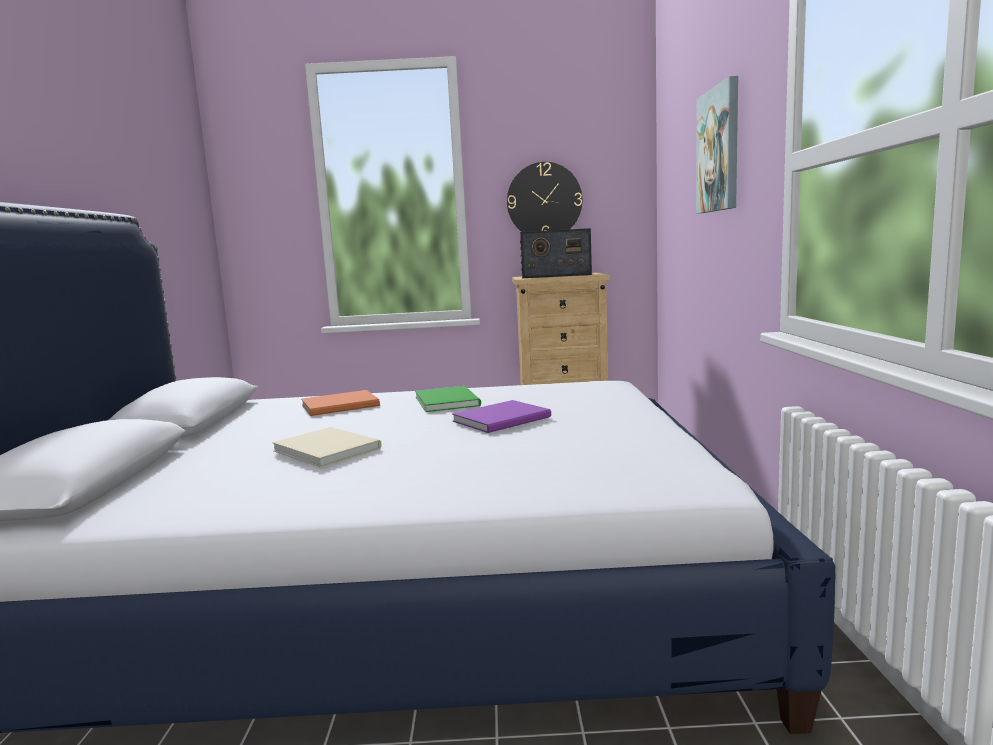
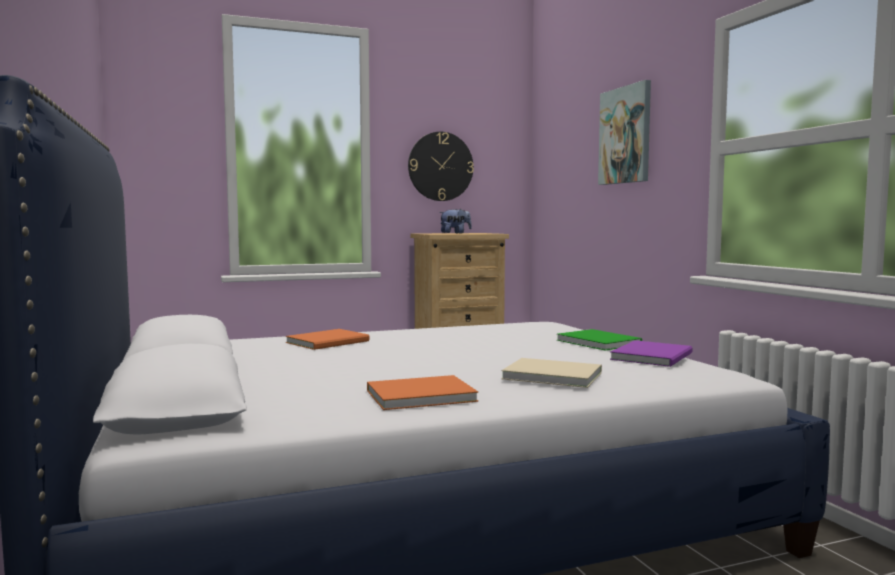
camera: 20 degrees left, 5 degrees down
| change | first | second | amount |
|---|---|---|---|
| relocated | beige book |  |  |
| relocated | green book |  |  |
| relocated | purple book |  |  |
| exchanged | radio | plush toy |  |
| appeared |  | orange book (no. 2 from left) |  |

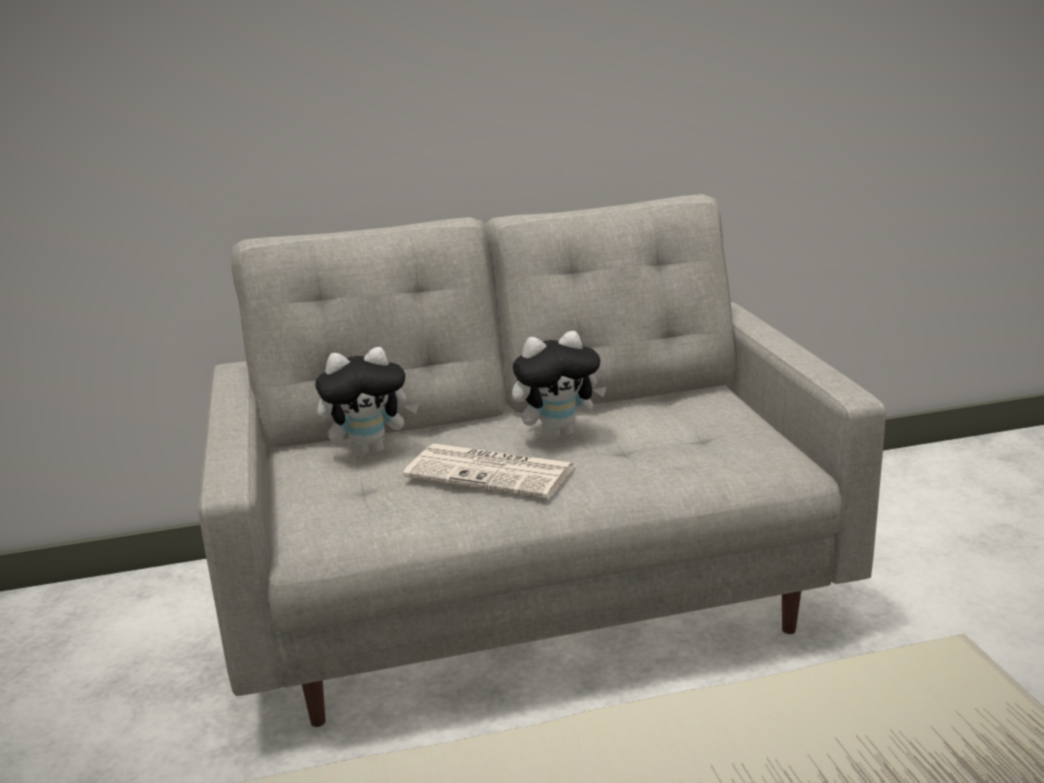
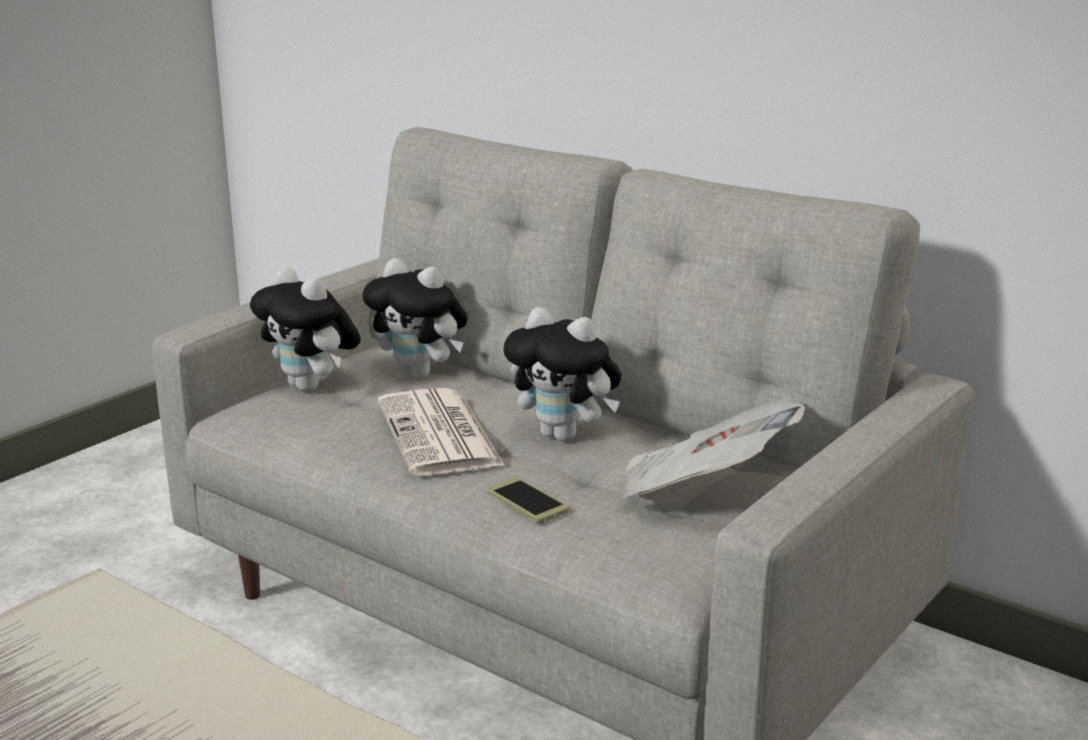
camera: 50 degrees right, 0 degrees up
| change | first | second | amount |
|---|---|---|---|
| appeared |  | plush toy (no. 1 from left) |  |
| appeared |  | phone |  |
| appeared |  | newspaper (no. 2 from left) |  |

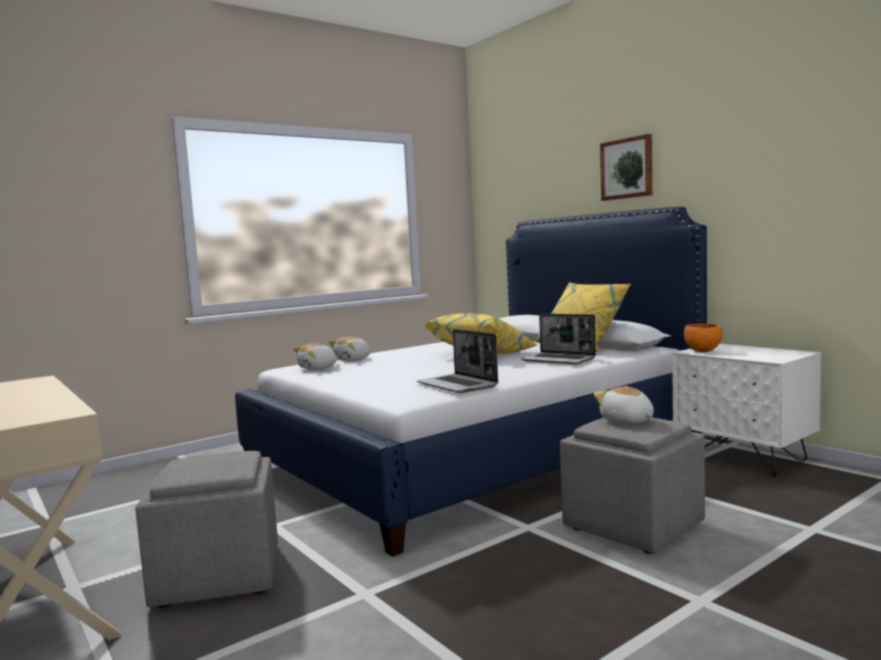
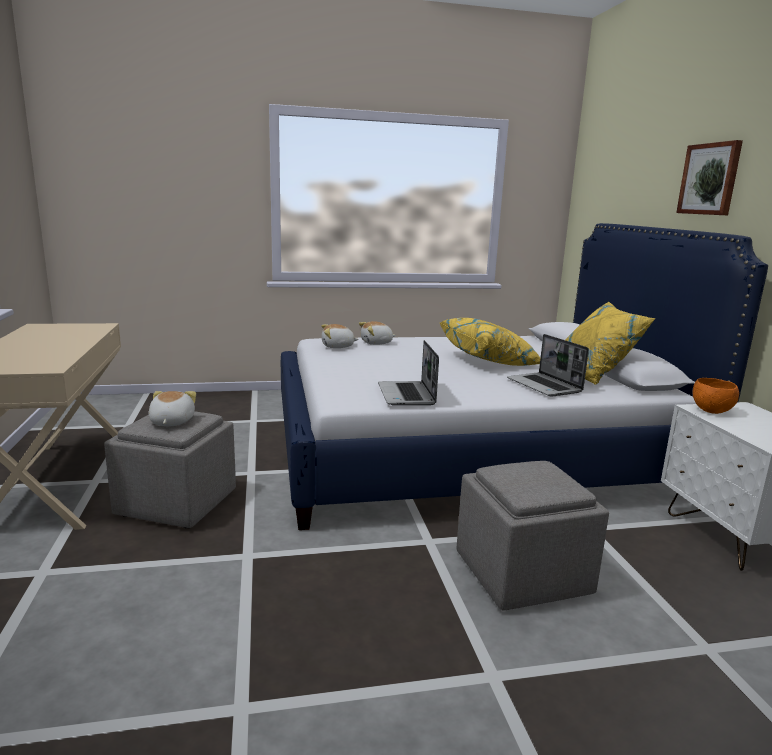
camera: 25 degrees right, 10 degrees up
| change | first | second | amount |
|---|---|---|---|
| relocated | plush toy (no. 3 from left in the first image) | plush toy (no. 1 from left) |  |

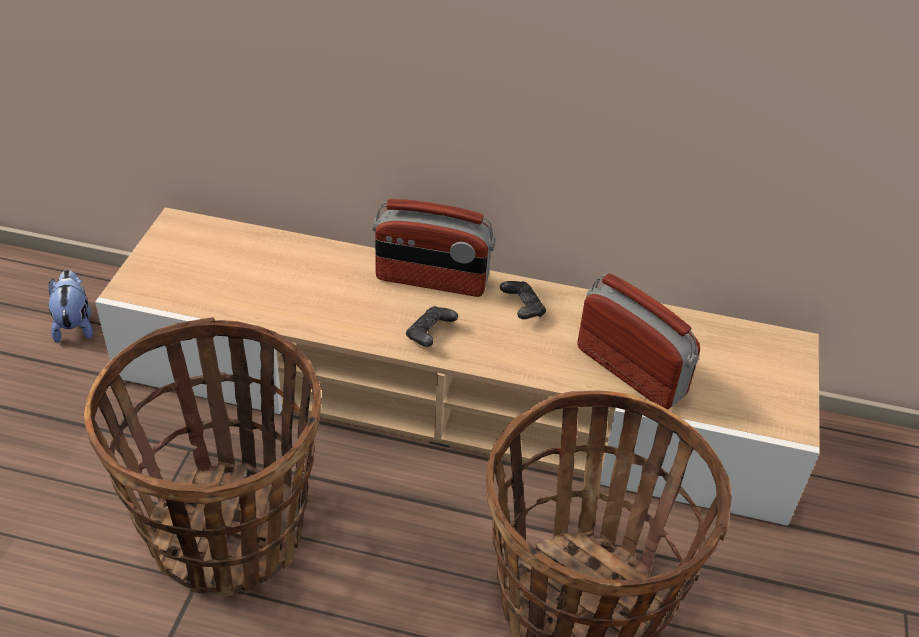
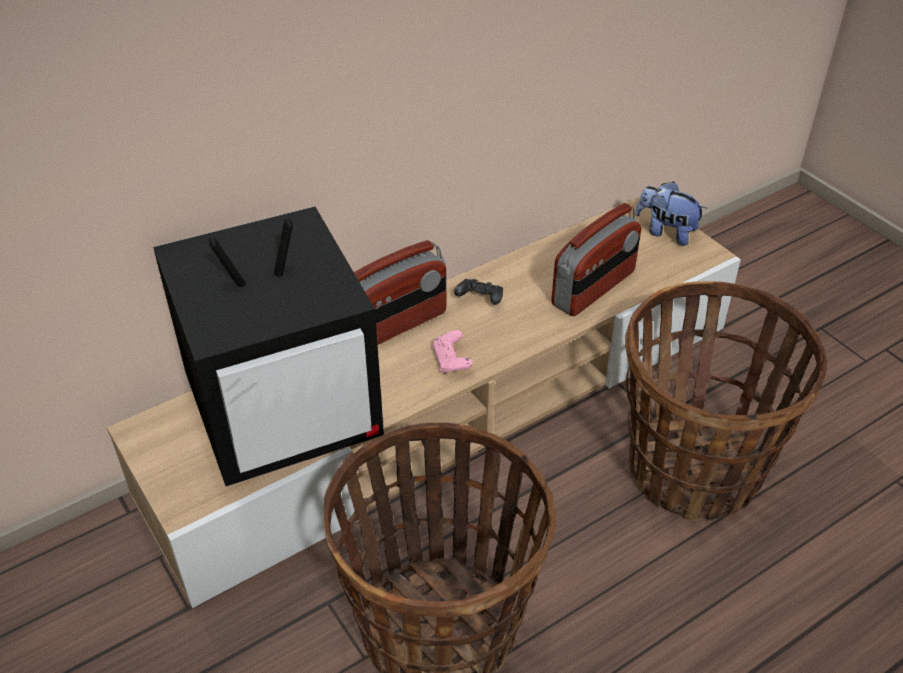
camera: 45 degrees left, 0 degrees up
| change | first | second | amount |
|---|---|---|---|
| relocated | plush toy |  |  |
| colour | black game controller (no. 1 from left) | pink game controller |  |
| spun | radio (no. 2 from left) |  | 135 degrees clockwise |
| appeared |  | television |  |

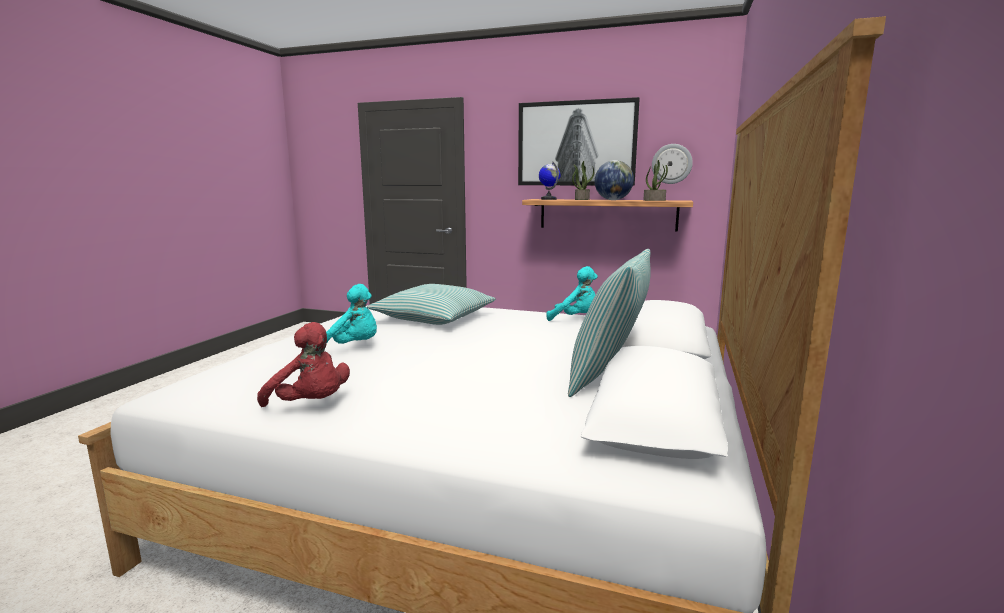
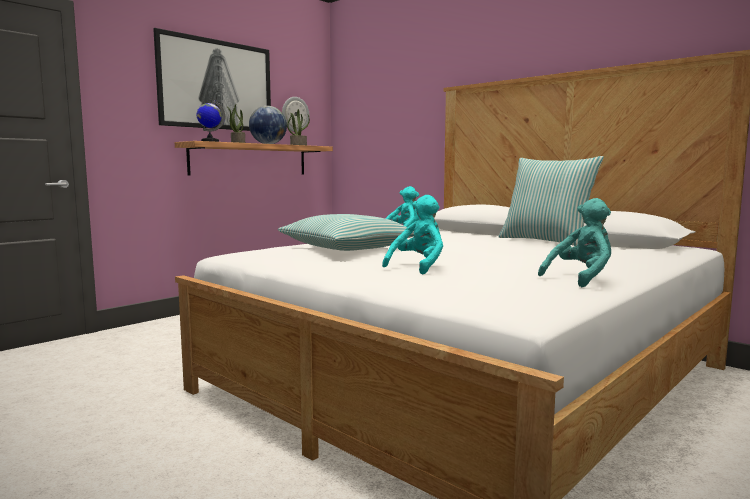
camera: 65 degrees left, 5 degrees down
| change | first | second | amount |
|---|---|---|---|
| colour | red plush toy | turquoise plush toy (no. 3 from left) |  |

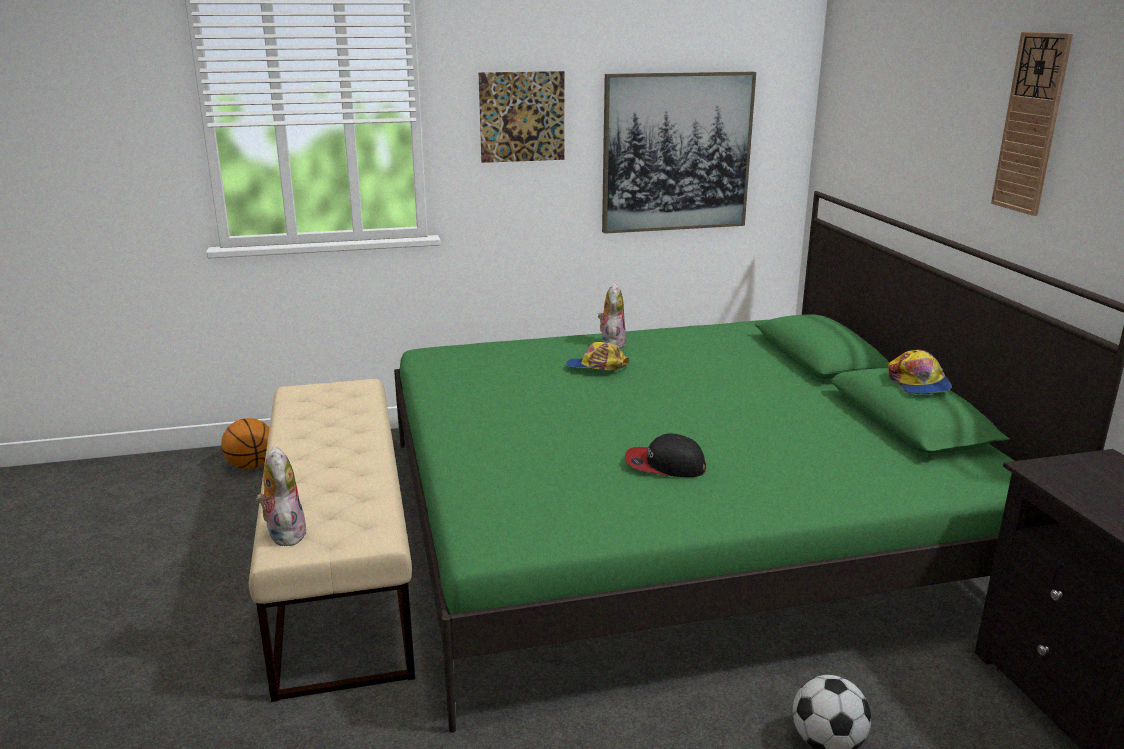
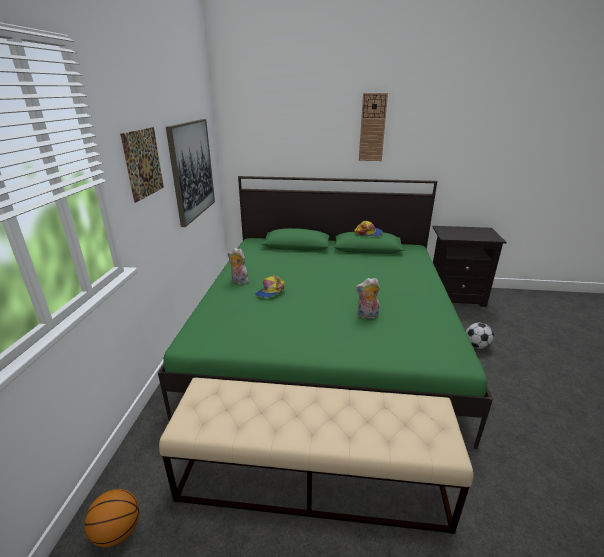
camera: 70 degrees left, 5 degrees up
| change | first | second | amount |
|---|---|---|---|
| relocated | plush toy (no. 1 from left in the first image) | plush toy (no. 2 from left) |  |
| missing | cap (no. 2 from left) |  |  |

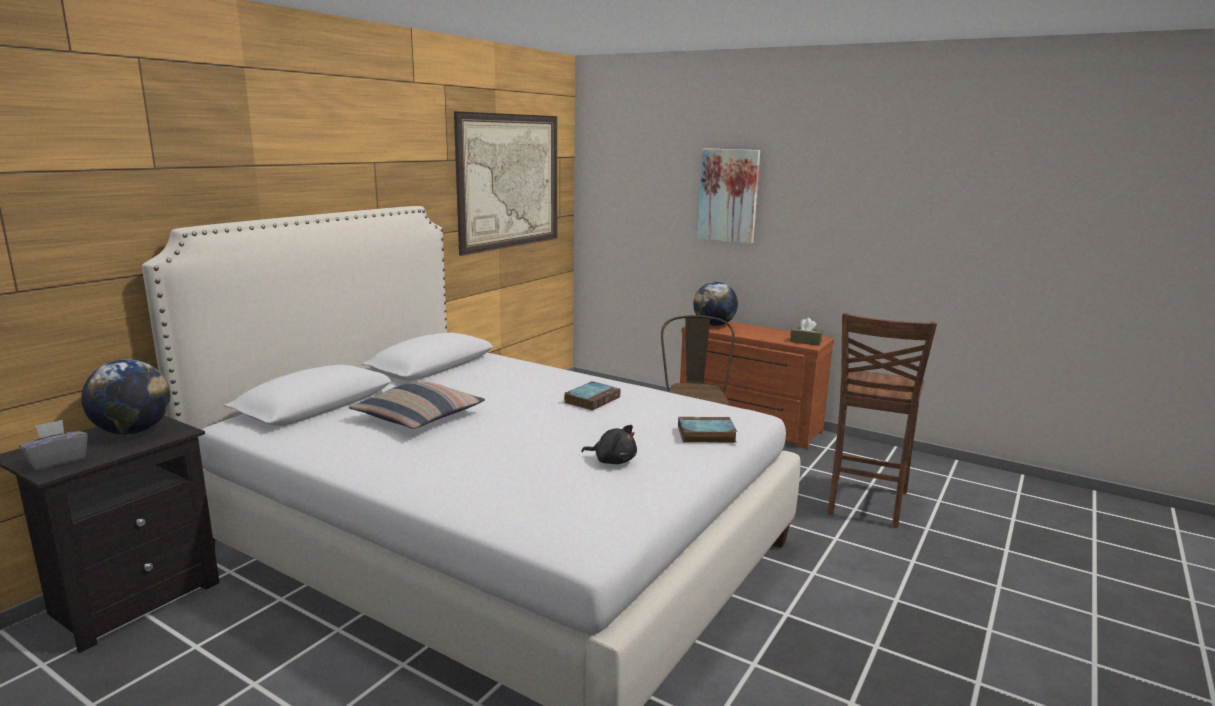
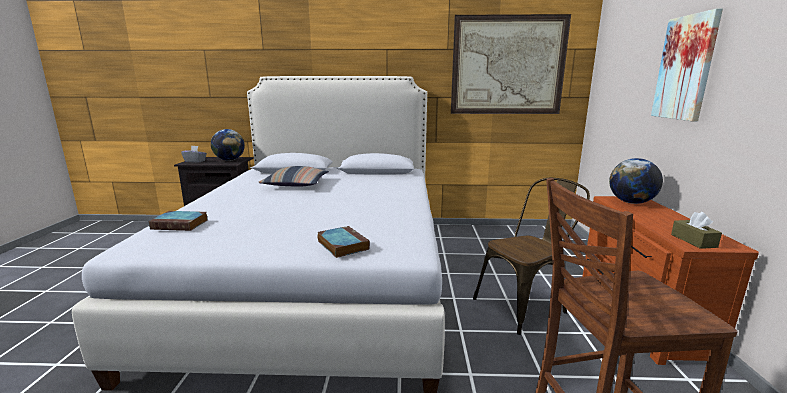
camera: 60 degrees right, 0 degrees up
| change | first | second | amount |
|---|---|---|---|
| relocated | book (no. 1 from left) |  |  |
| missing | black plush toy |  |  |

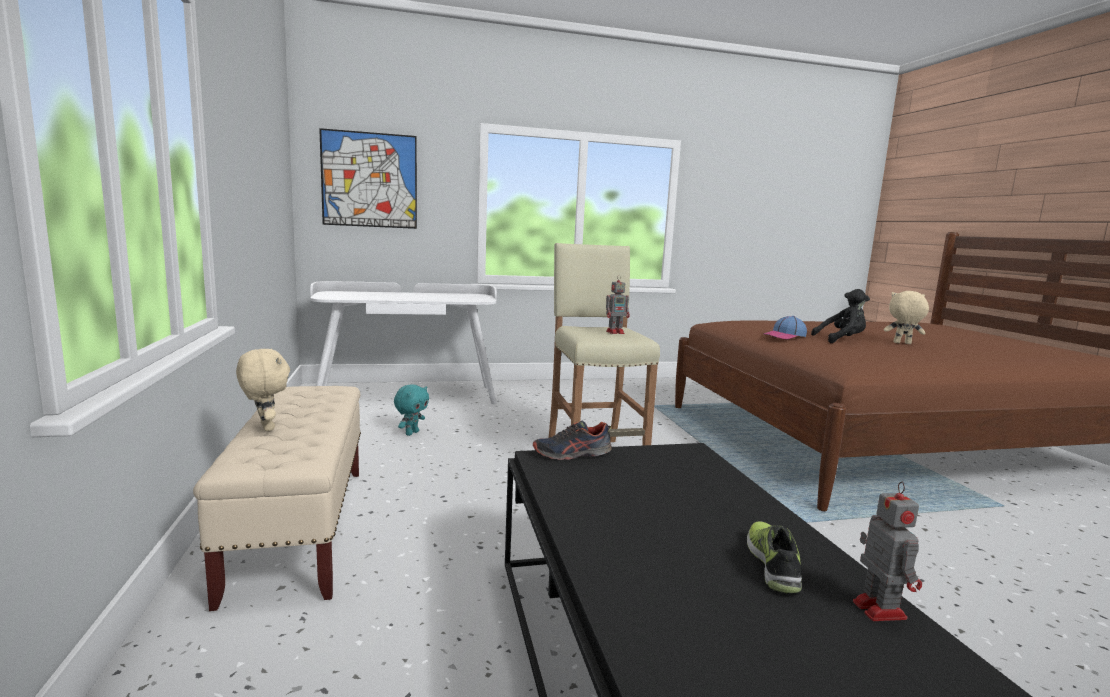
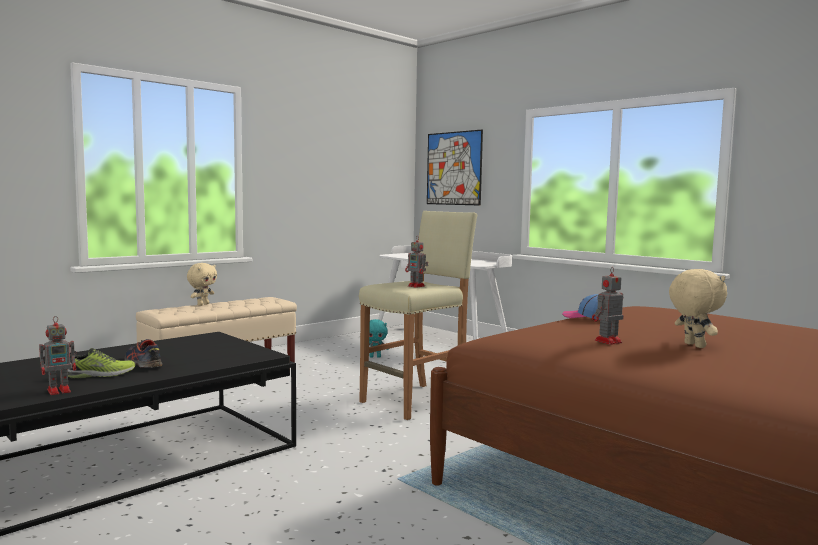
camera: 60 degrees right, 5 degrees down
| change | first | second | amount |
|---|---|---|---|
| relocated | shoe (no. 1 from left in the first image) | shoe (no. 2 from left) |  |
| missing | black plush toy |  |  |
| appeared |  | toy robot (no. 3 from left) |  |

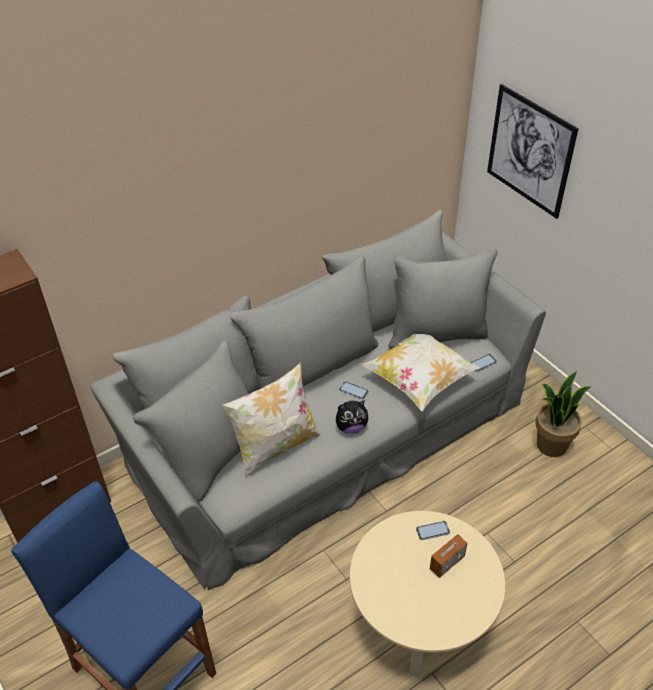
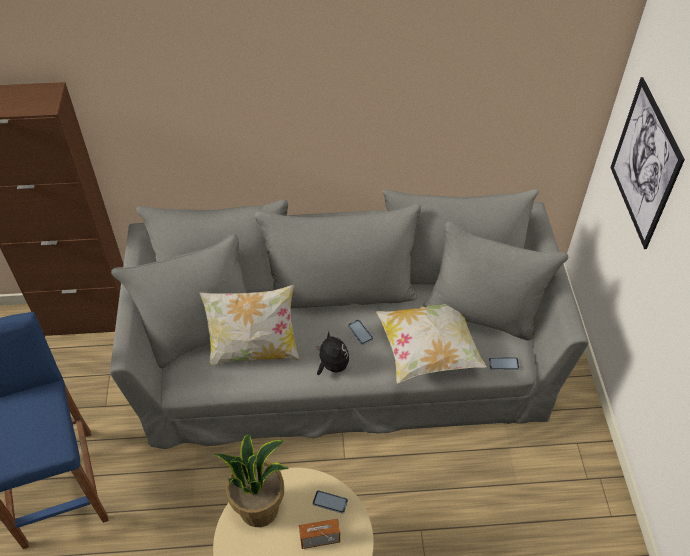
camera: 30 degrees right, 5 degrees up
| change | first | second | amount |
|---|---|---|---|
| spun | plush toy |  | 135 degrees counterclockwise |
| relocated | potted plant |  |  |

